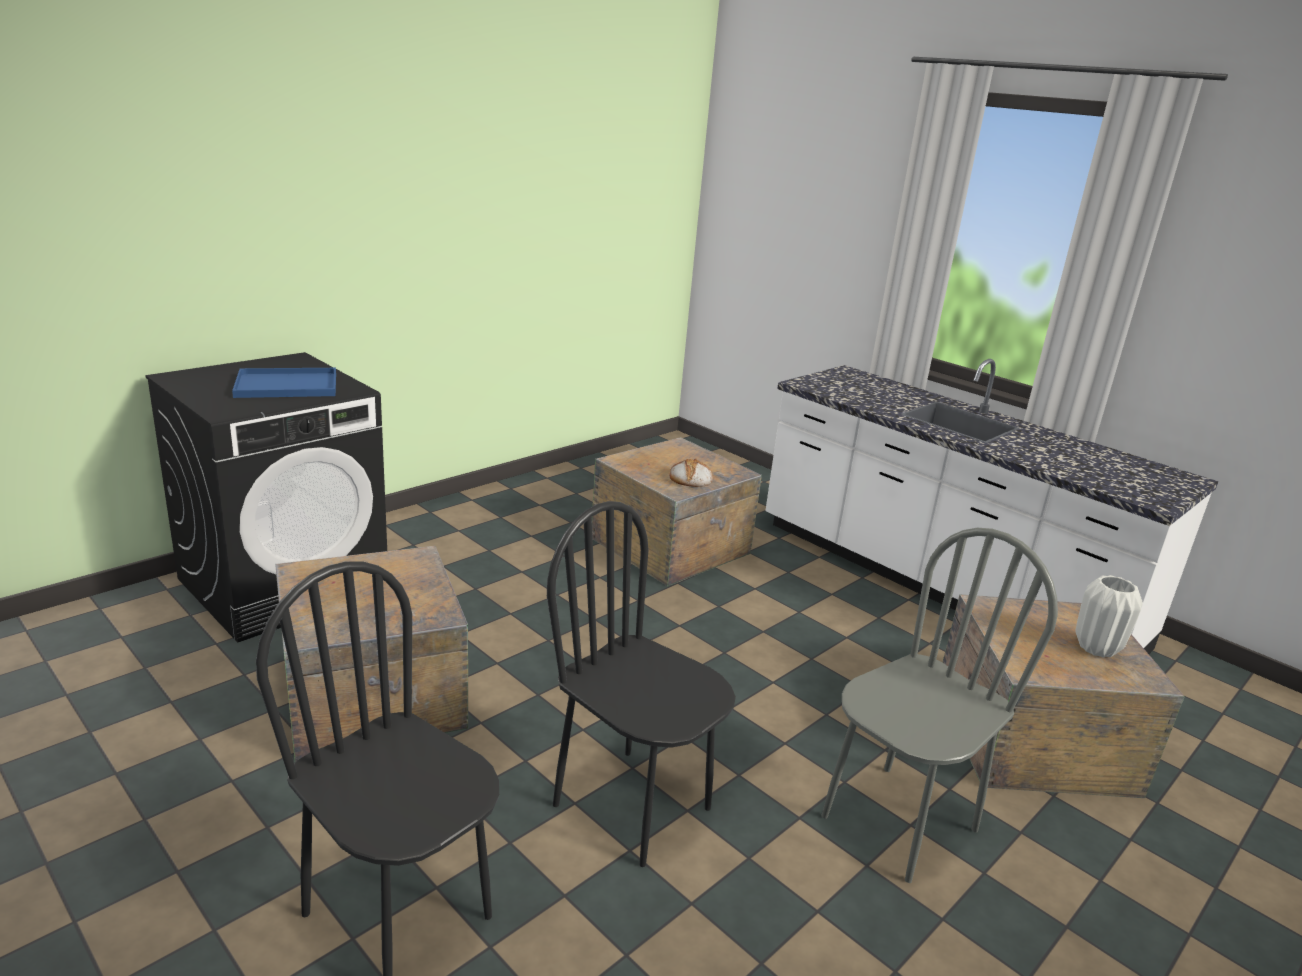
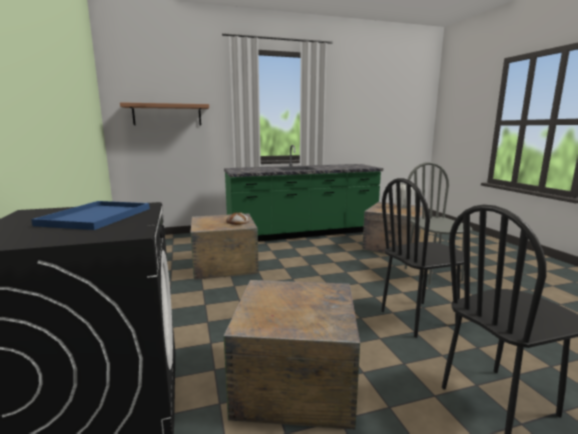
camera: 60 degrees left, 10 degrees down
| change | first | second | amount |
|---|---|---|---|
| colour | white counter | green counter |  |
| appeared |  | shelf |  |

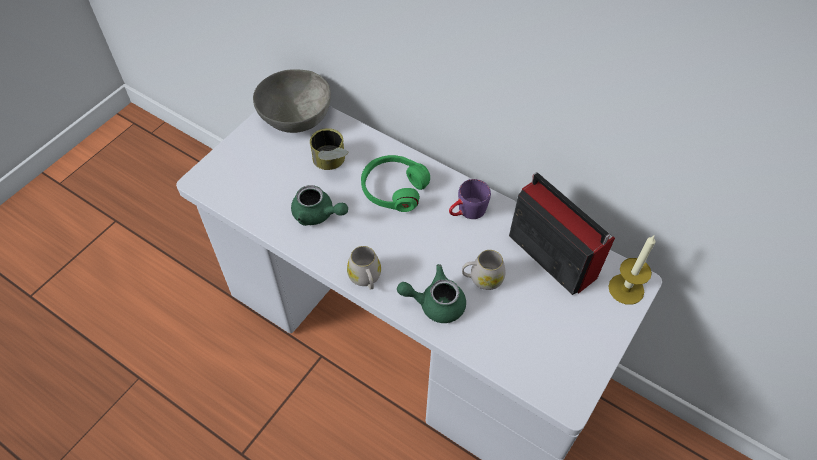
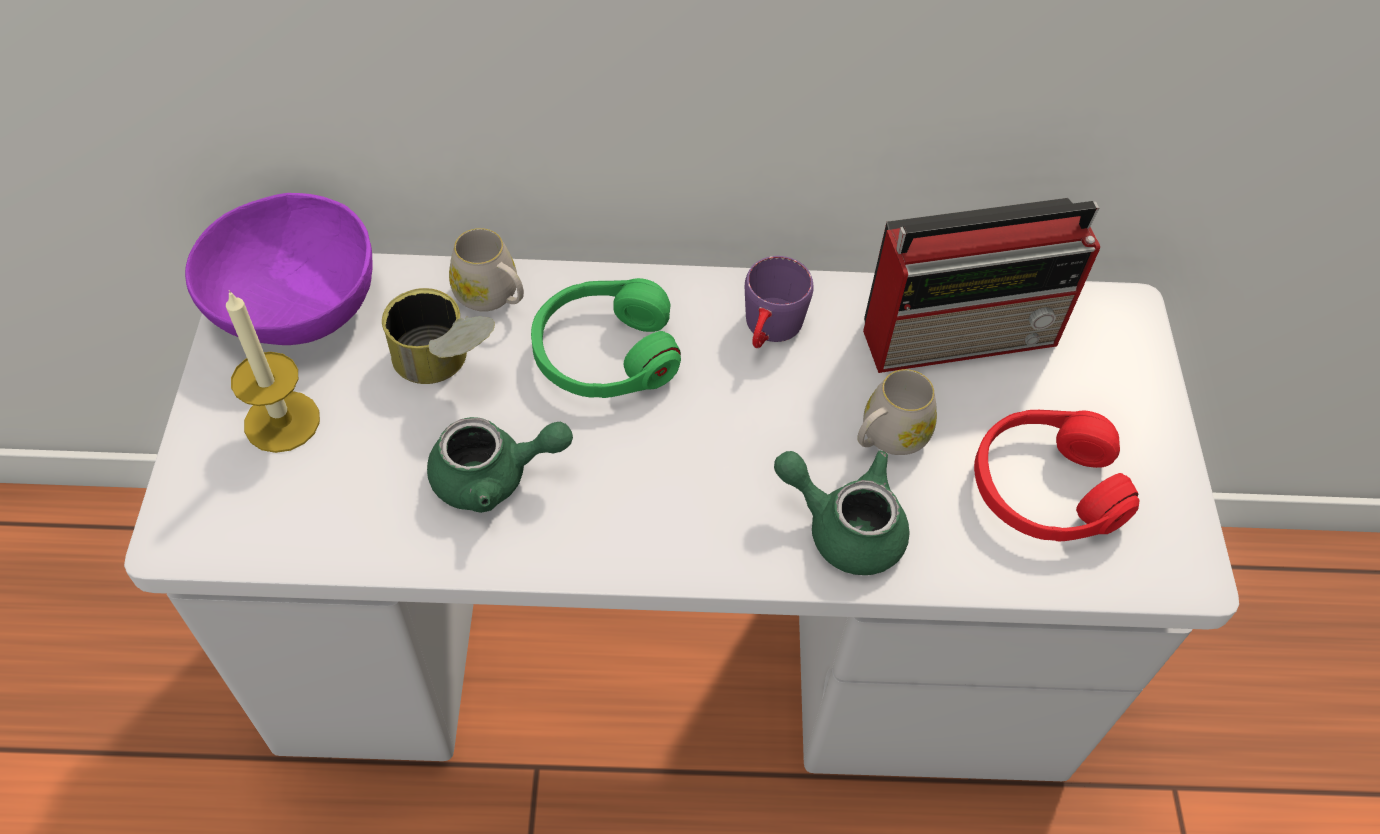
camera: 35 degrees left, 0 degrees up
| change | first | second | amount |
|---|---|---|---|
| colour | grey bowl | purple bowl |  |
| relocated | white mug (no. 1 from left) |  |  |
| spun | green teapot (no. 2 from left) |  | 60 degrees clockwise |
| spun | radio |  | 150 degrees clockwise |
| relocated | candle |  |  |
| appeared |  | red headphones |  |

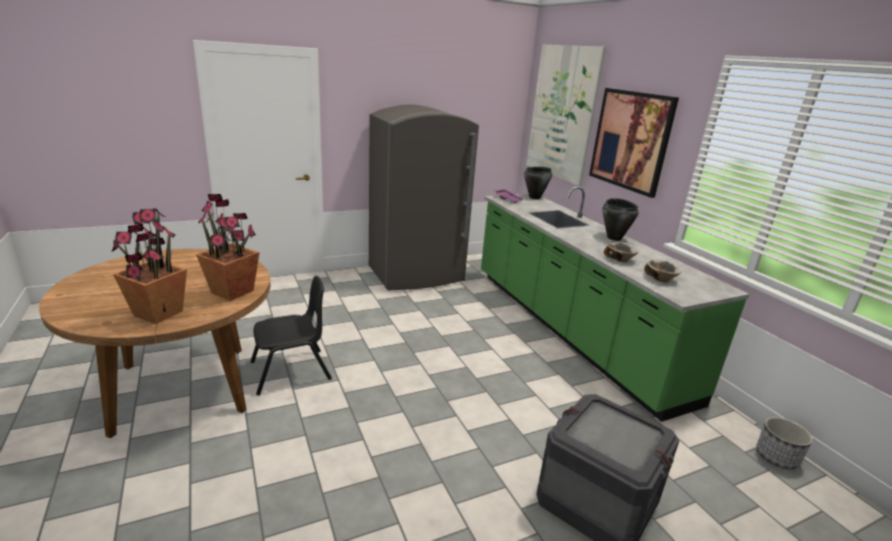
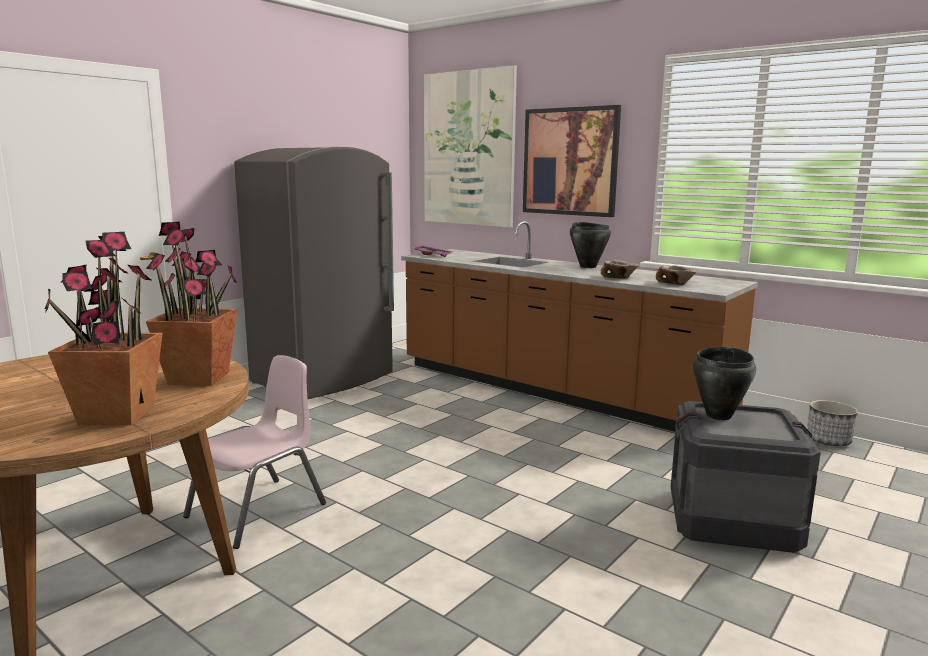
camera: 25 degrees left, 10 degrees down
| change | first | second | amount |
|---|---|---|---|
| colour | black chair | pink chair |  |
| colour | green counter | brown counter |  |
| relocated | black cooking pot (no. 1 from left in the first image) | black cooking pot (no. 2 from left) |  |

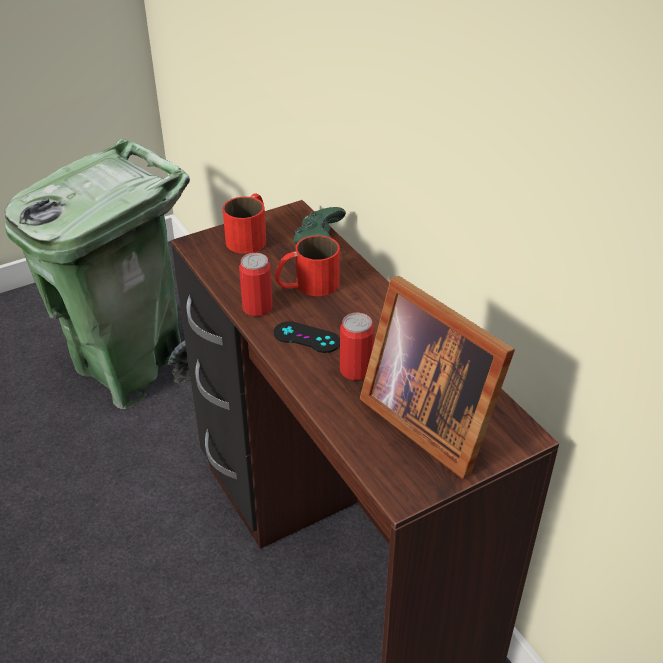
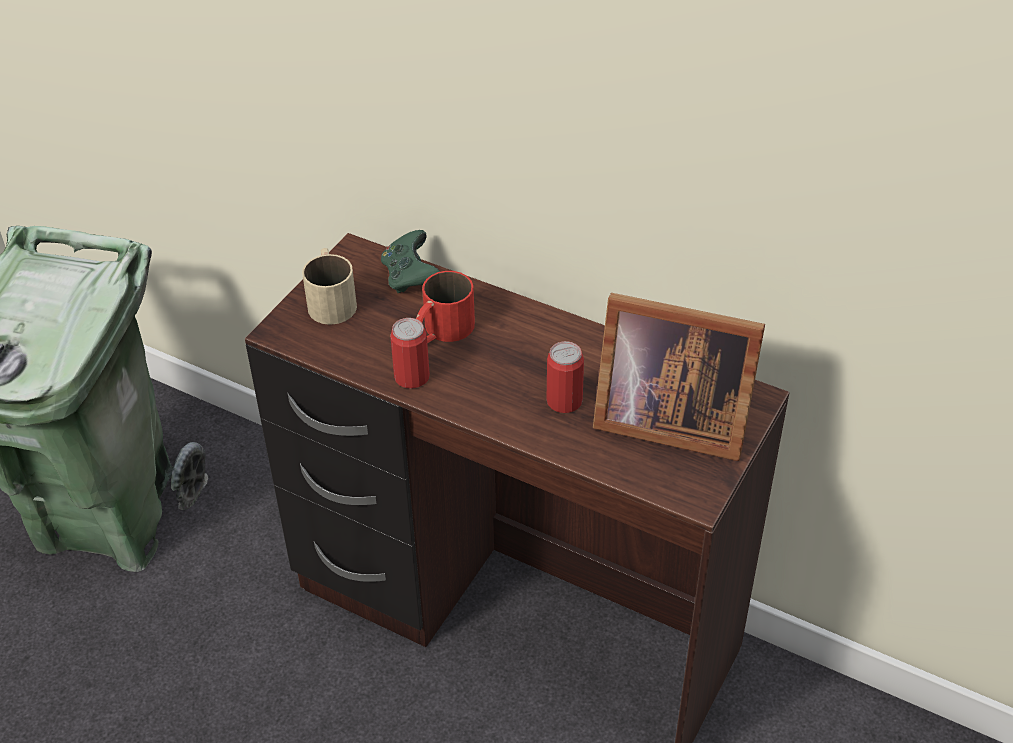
camera: 30 degrees left, 5 degrees up
| change | first | second | amount |
|---|---|---|---|
| colour | red mug (no. 1 from left) | beige mug |  |
| missing | black game controller |  |  |

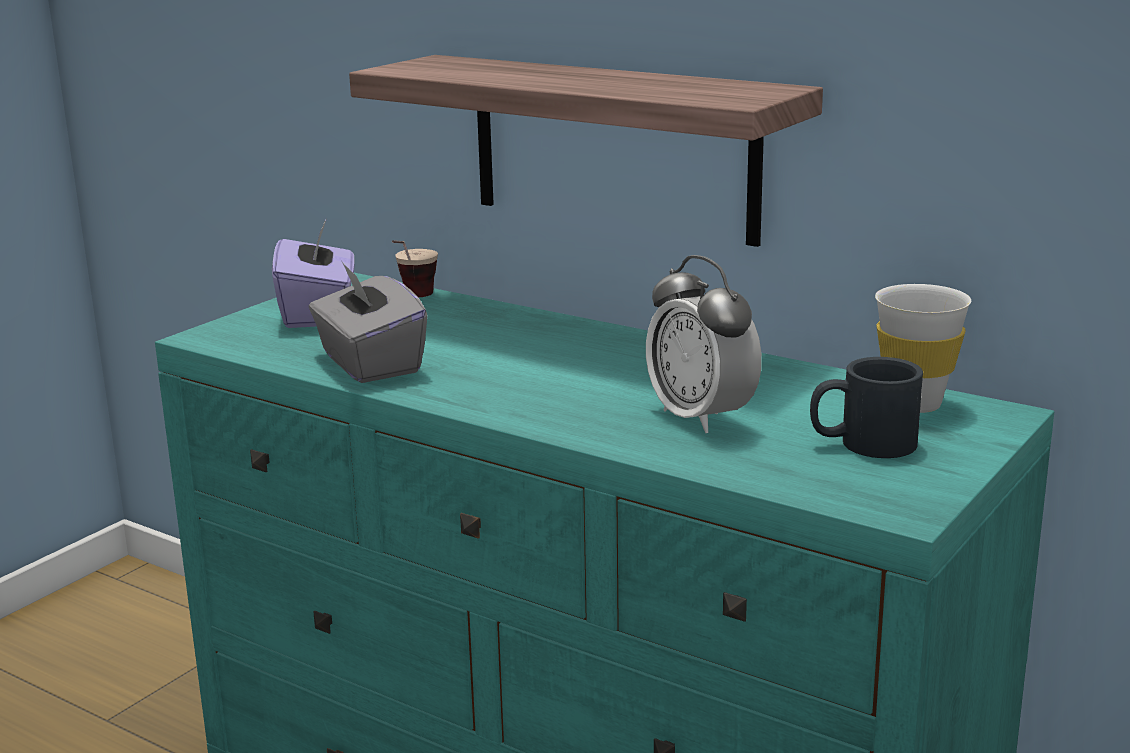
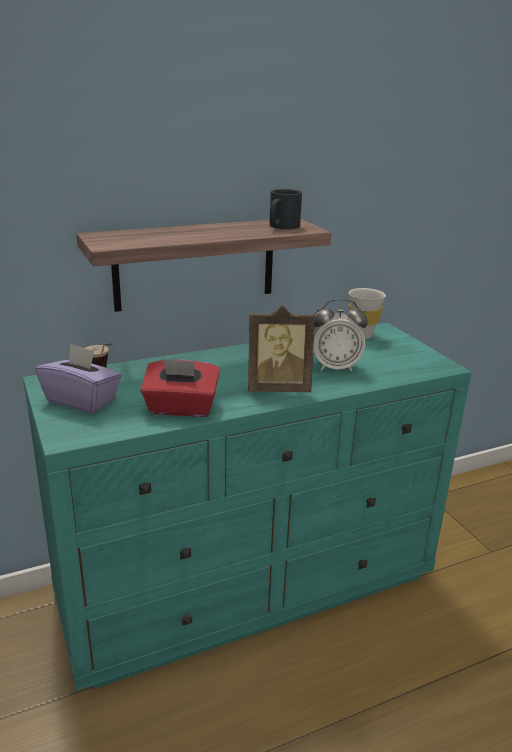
camera: 60 degrees left, 5 degrees up
| change | first | second | amount |
|---|---|---|---|
| colour | grey tissue box | red tissue box |  |
| relocated | black mug |  |  |
| appeared |  | picture frame |  |

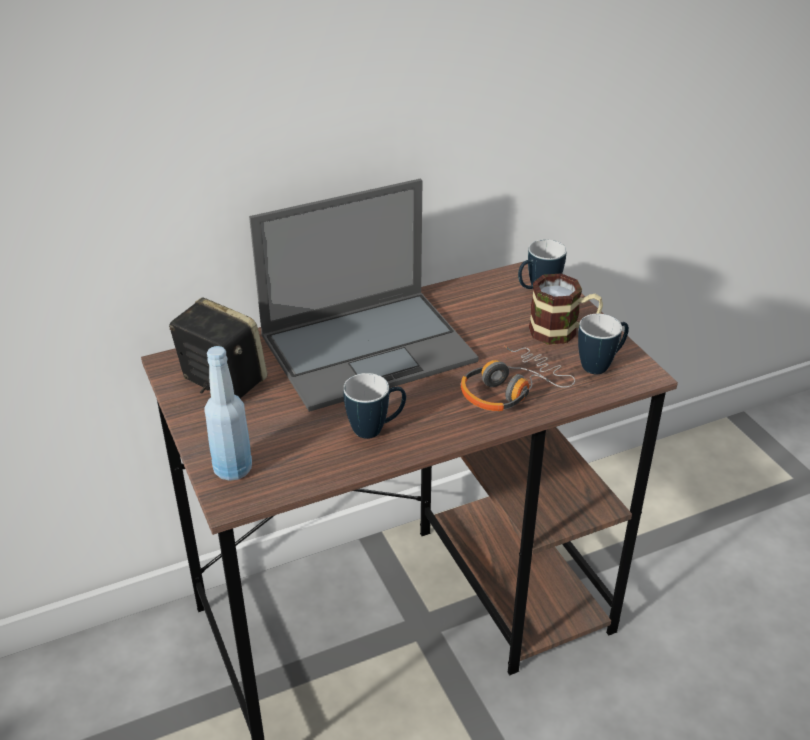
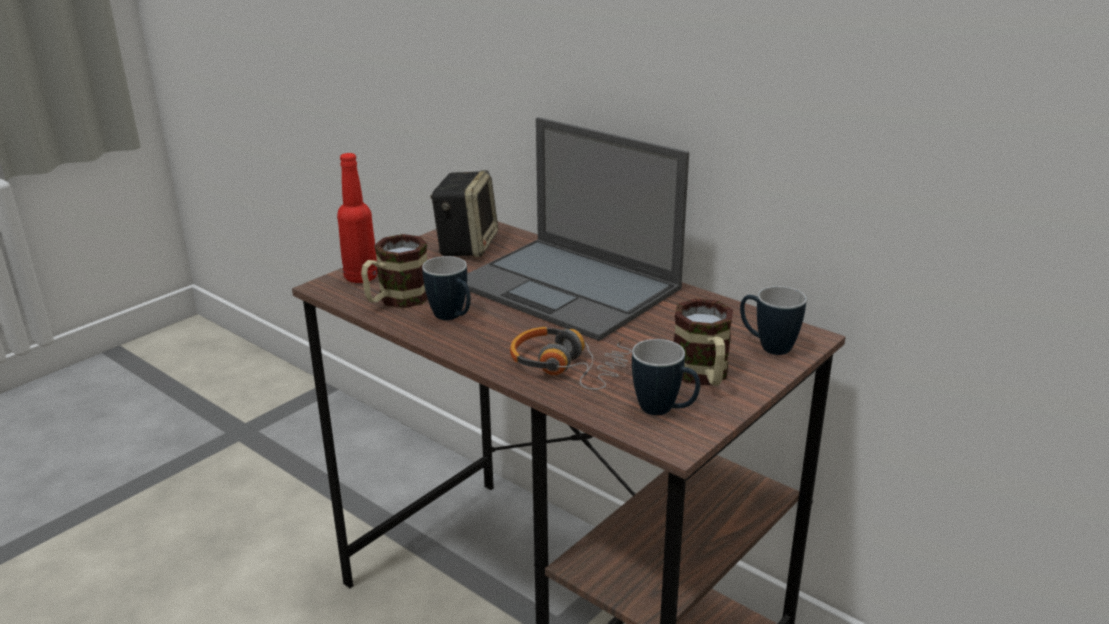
camera: 65 degrees right, 10 degrees down
| change | first | second | amount |
|---|---|---|---|
| colour | blue bottle | red bottle |  |
| appeared |  | mug (no. 1 from left) |  |

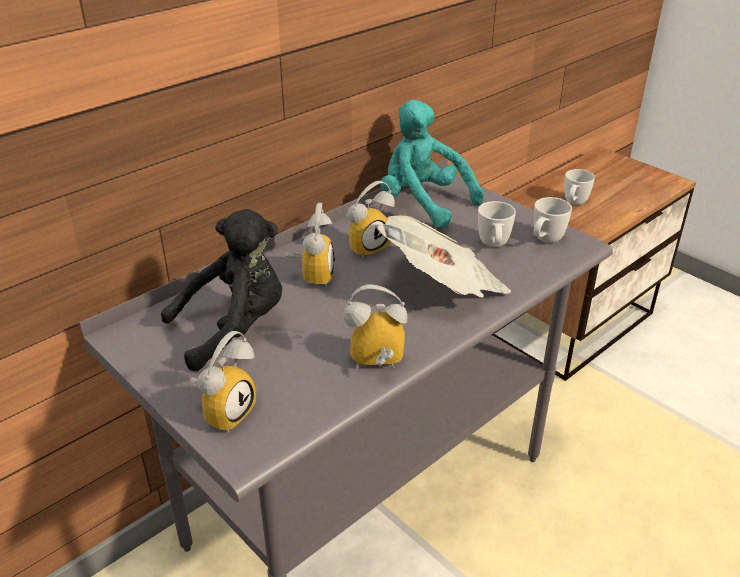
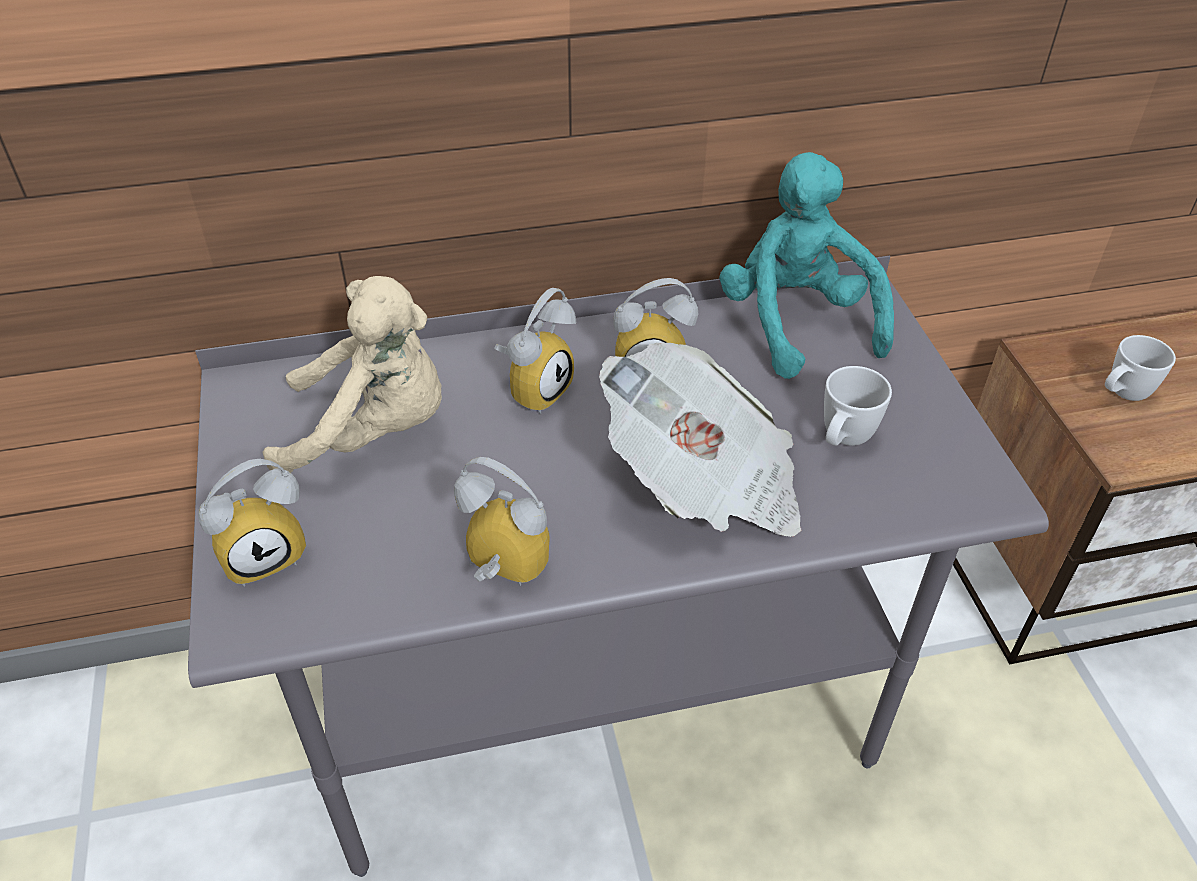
camera: 30 degrees right, 10 degrees up
| change | first | second | amount |
|---|---|---|---|
| colour | black plush toy | beige plush toy |  |
| missing | white mug (no. 2 from left) |  |  |

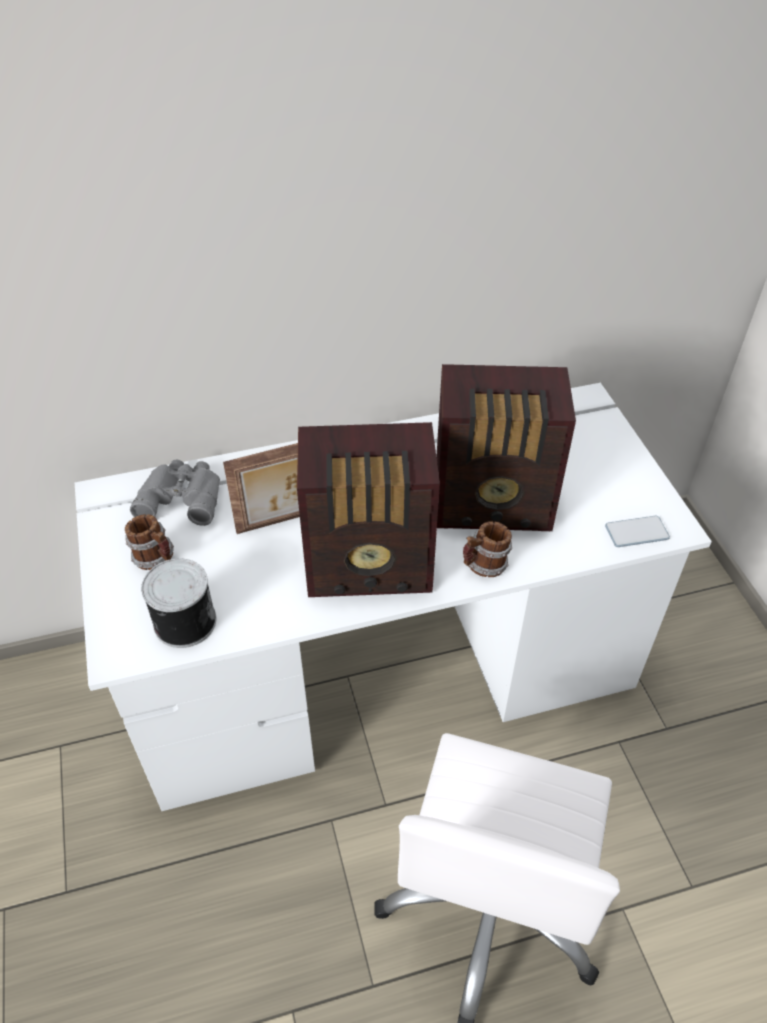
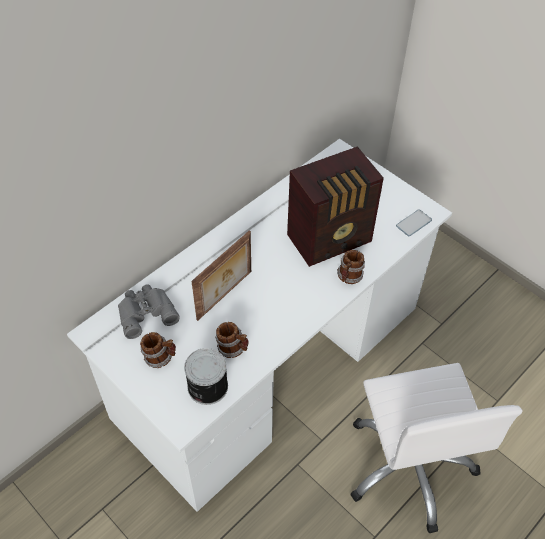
camera: 30 degrees left, 5 degrees up
| change | first | second | amount |
|---|---|---|---|
| missing | radio (no. 1 from left) |  |  |
| appeared |  | mug (no. 2 from left) |  |

